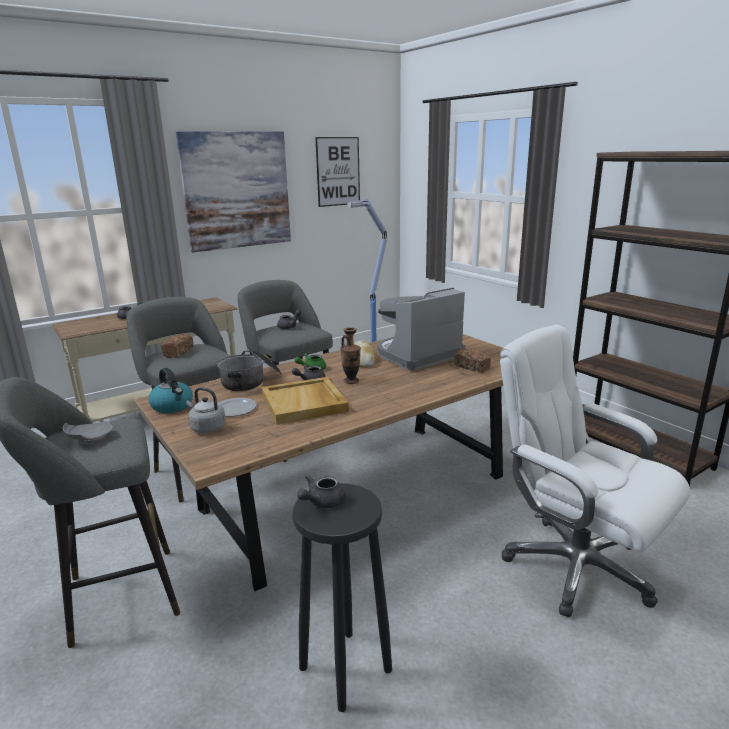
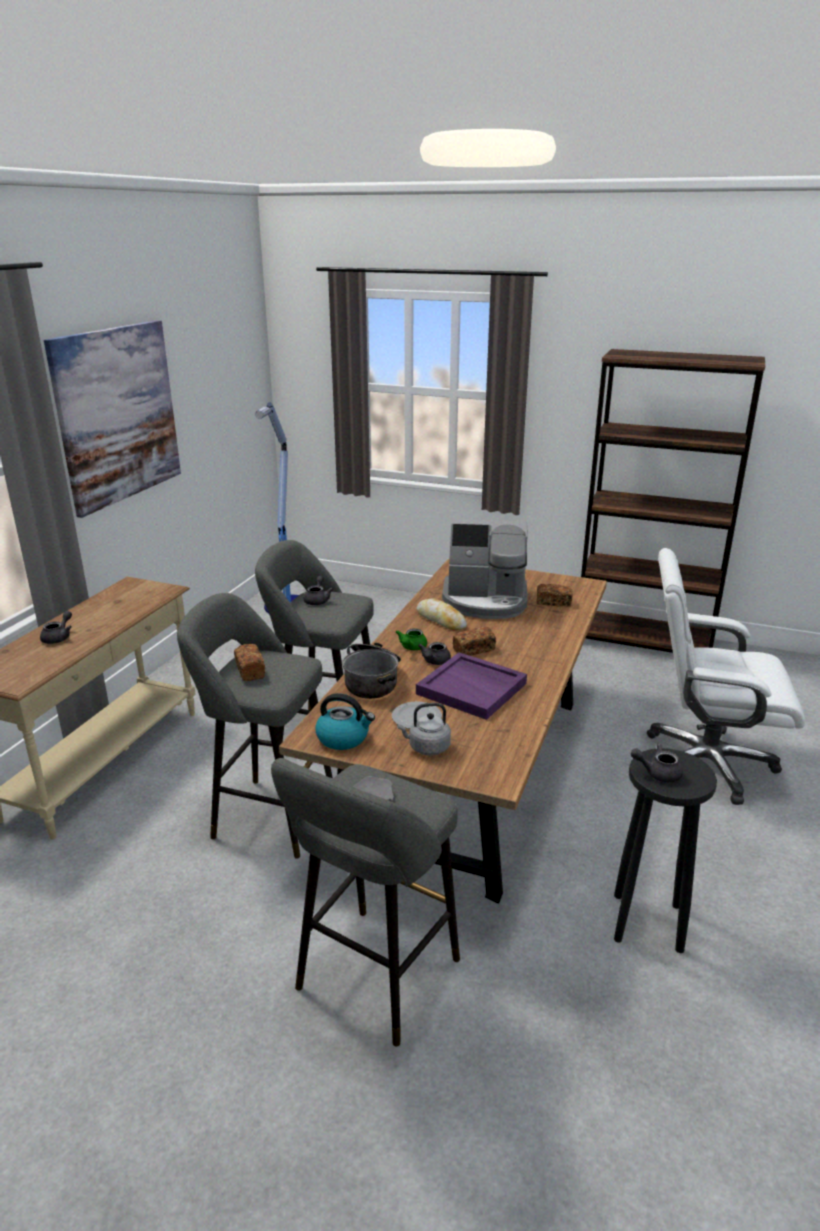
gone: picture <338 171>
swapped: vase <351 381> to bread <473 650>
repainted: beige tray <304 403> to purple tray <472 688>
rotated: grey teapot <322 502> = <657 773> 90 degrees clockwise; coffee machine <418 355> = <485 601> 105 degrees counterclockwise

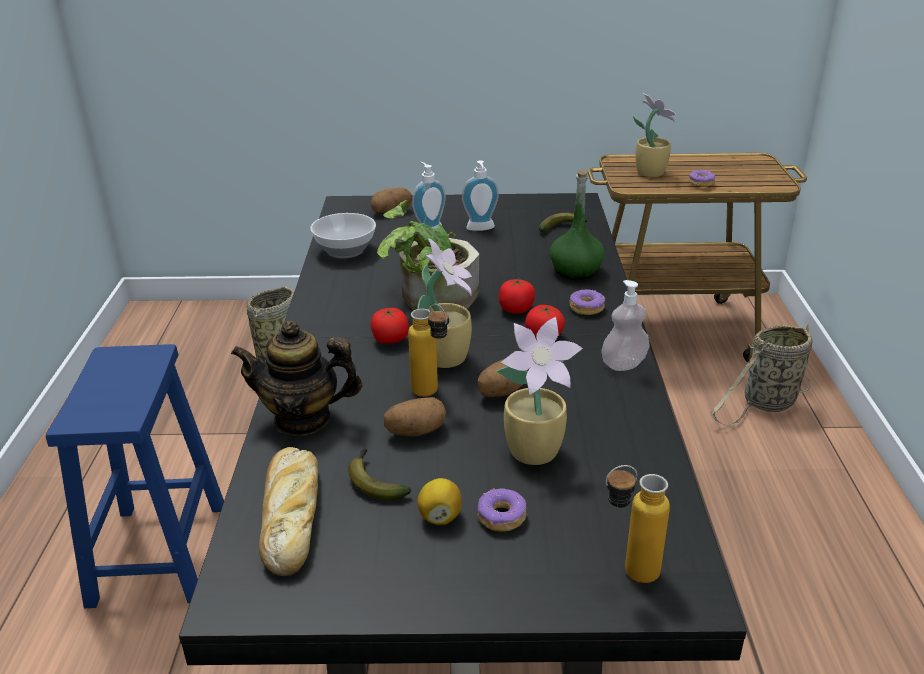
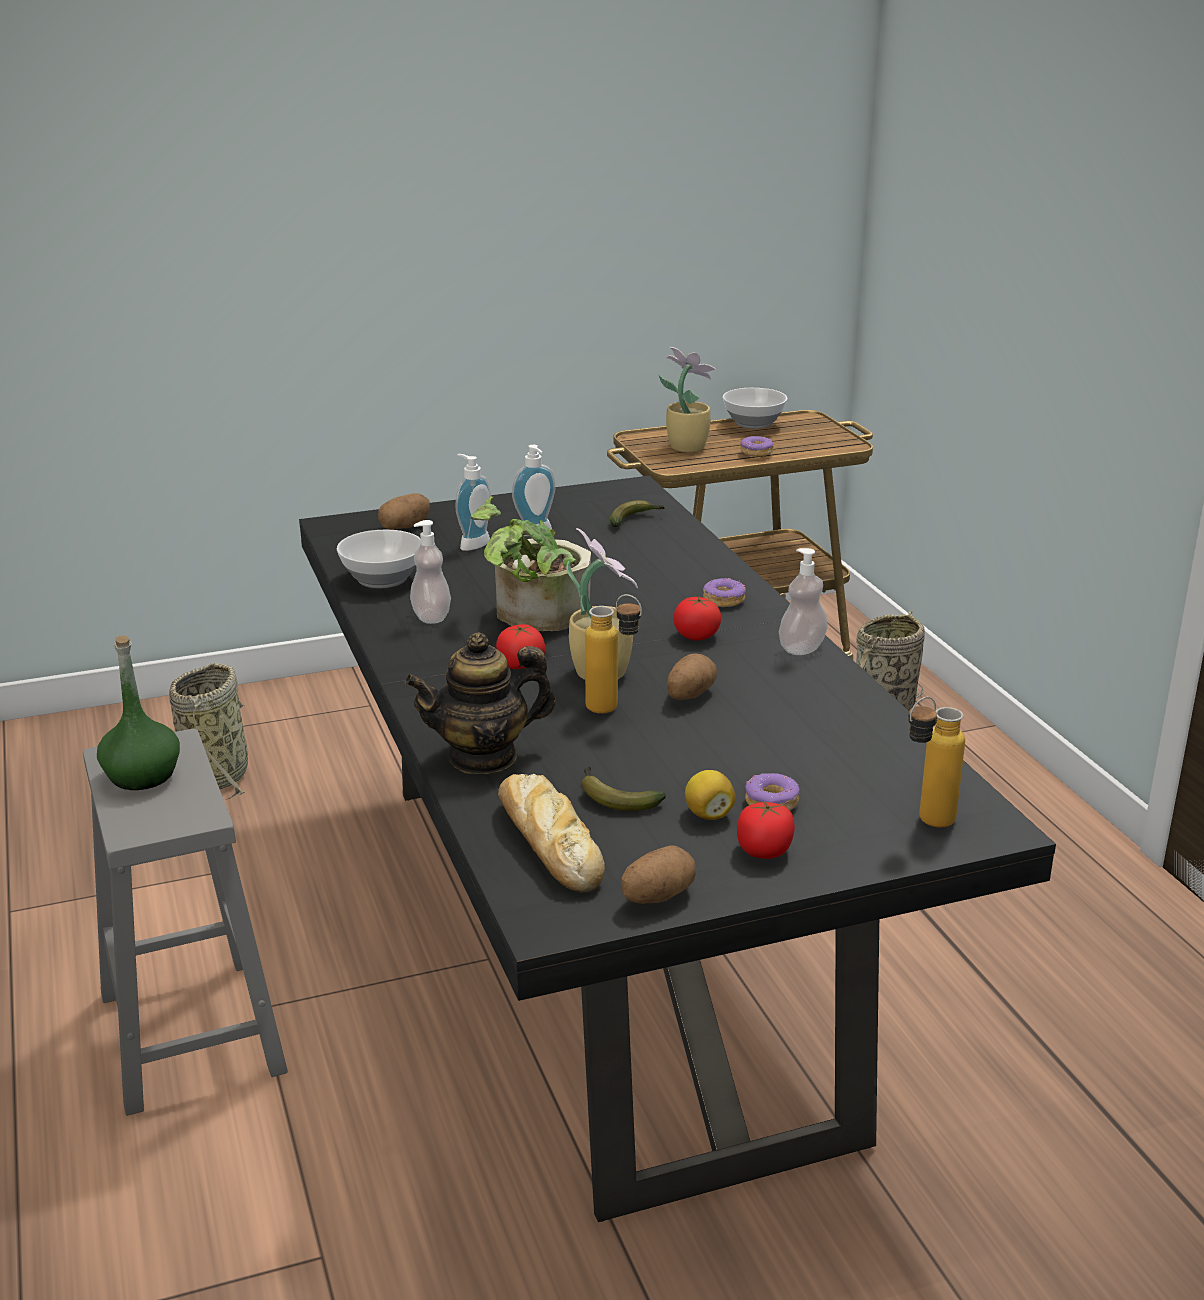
gone: potted plant <536 452>
new: soap dispenser <431 617>; bowl <753 423>
shifted: potato <416 431> to <657 896>; tomato <516 309> to <764 851>; green bottle <576 270> to <142 775>
repainted: blue stool <159 551> to grey stool <190 1030>

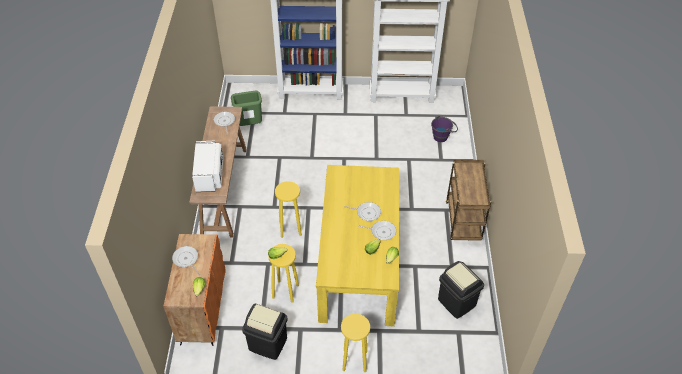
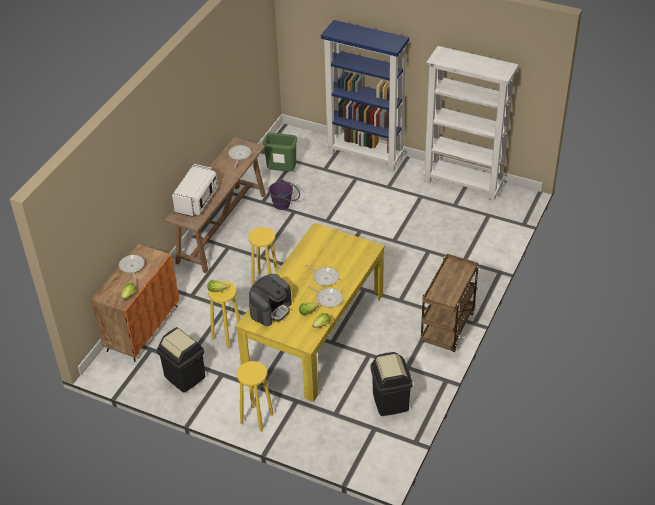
new: coffee machine <270 309>
shifted: purple bucket <443 136> to <285 204>

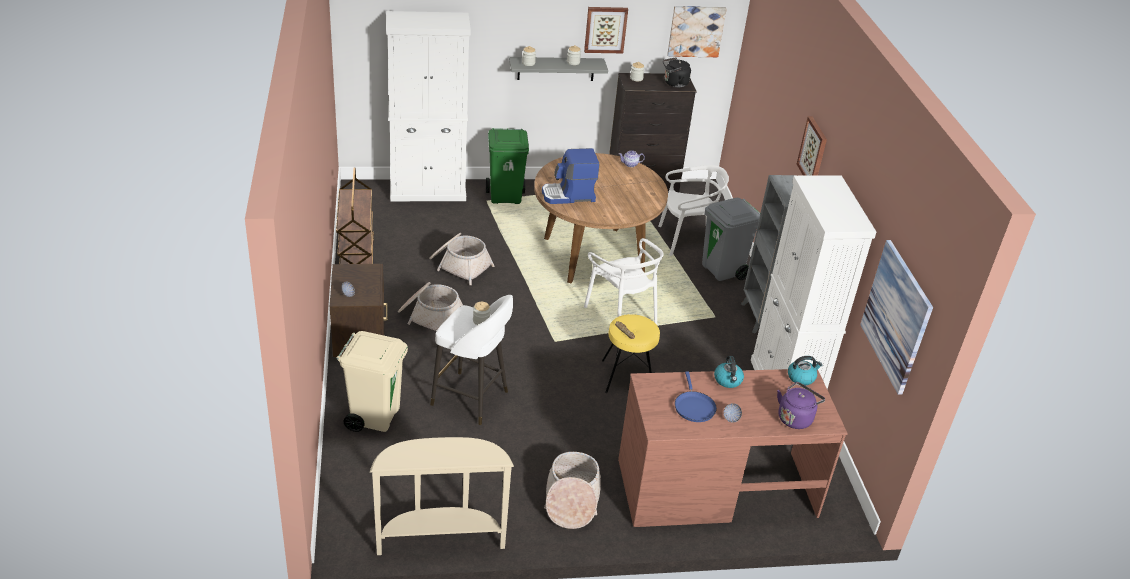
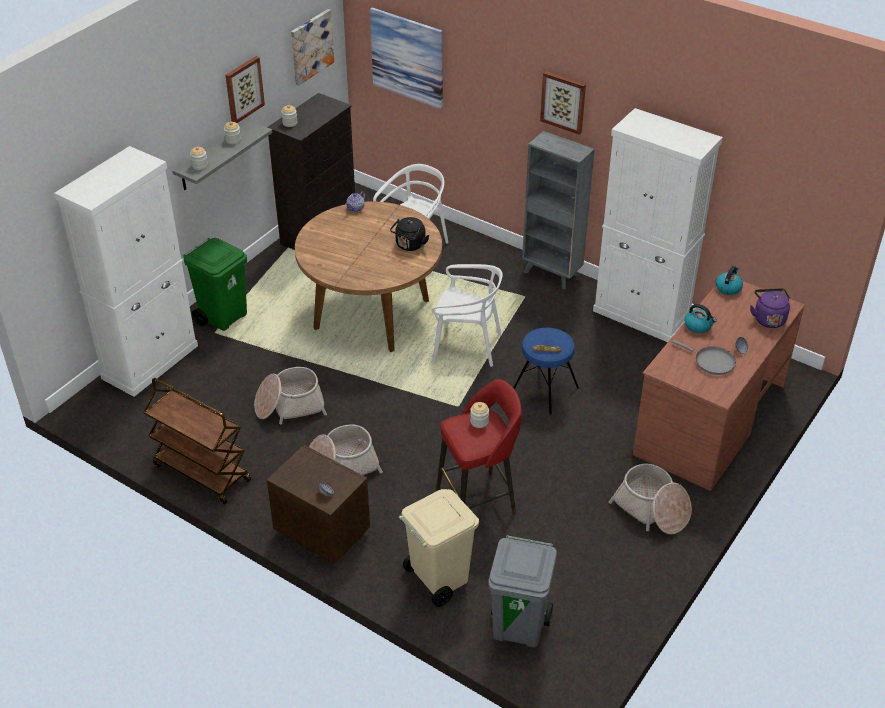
gone: beige console table <440 538>; coffee machine <569 195>
shifted: black kettle <674 83> to <409 245>; grey trash can <723 271> to <519 627>; picture <896 316> to <407 57>
repainted: white stool <471 399> to red stool <478 501>; yellow stool <627 377> to blue stool <544 390>; blue frying pan <694 406> to grey frying pan <711 362>

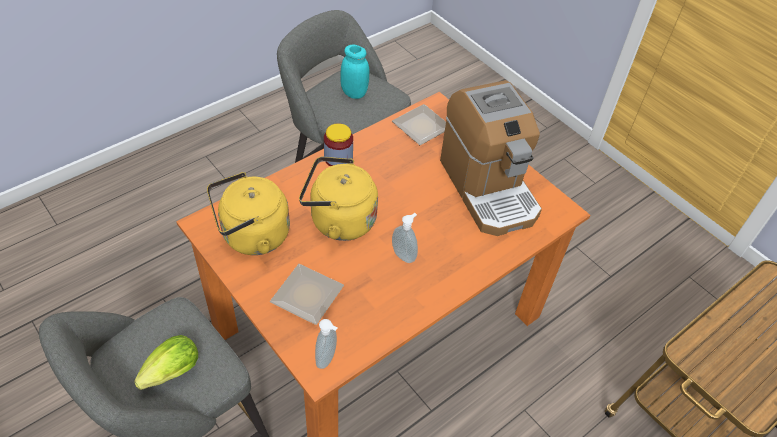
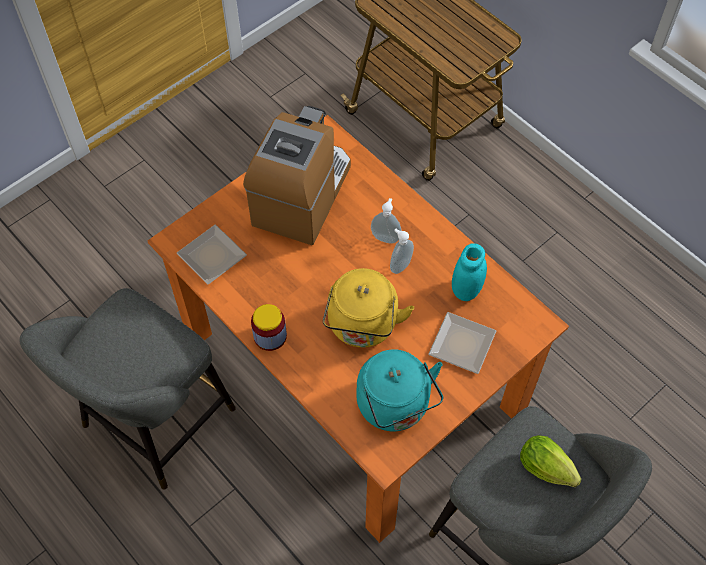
shifted: soap dispenser <328 359> to <386 237>; turquoise jar <354 93> to <466 290>
repainted: yellow kettle <252 236> to turquoise kettle <396 407>
rotated: coffee machine <488 188> = <302 194> 45 degrees counterclockwise

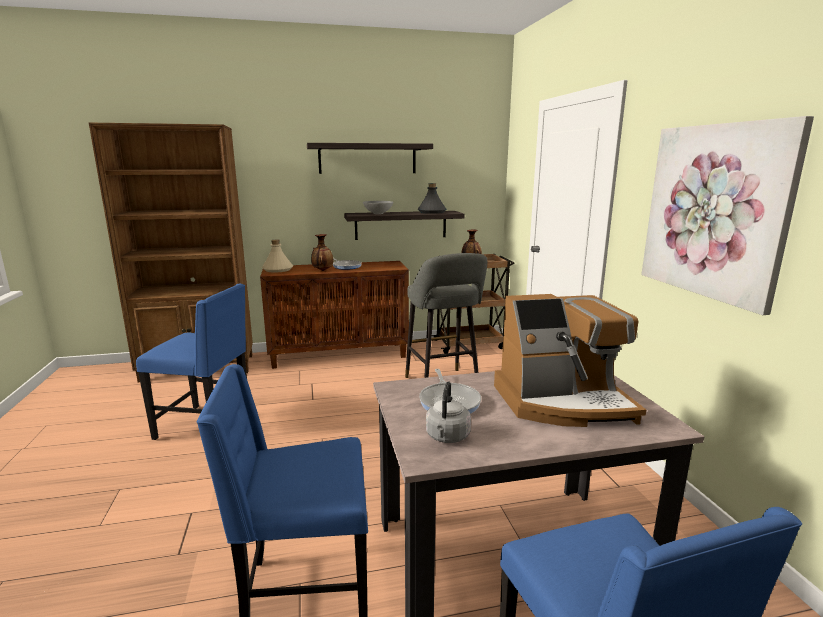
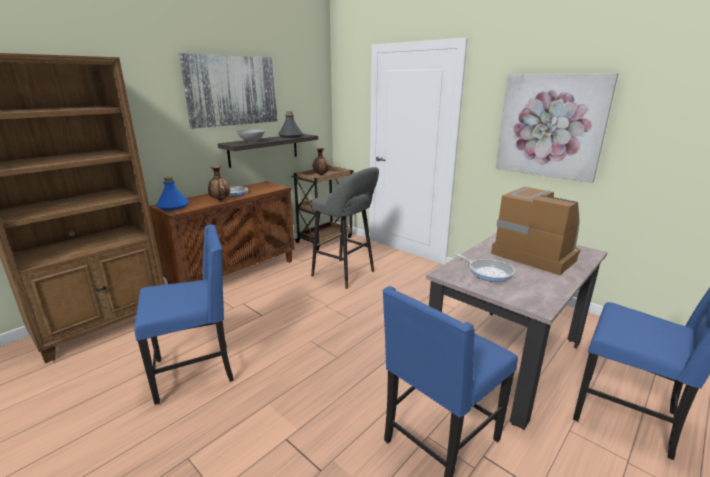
gone: grey kettle <447 437>
swapped: shelf <367 158> to picture <232 91>
repainted: beige bottle <278 269> to blue bottle <173 206>
rotated: coffee machine <563 402> = <534 254> 90 degrees counterclockwise

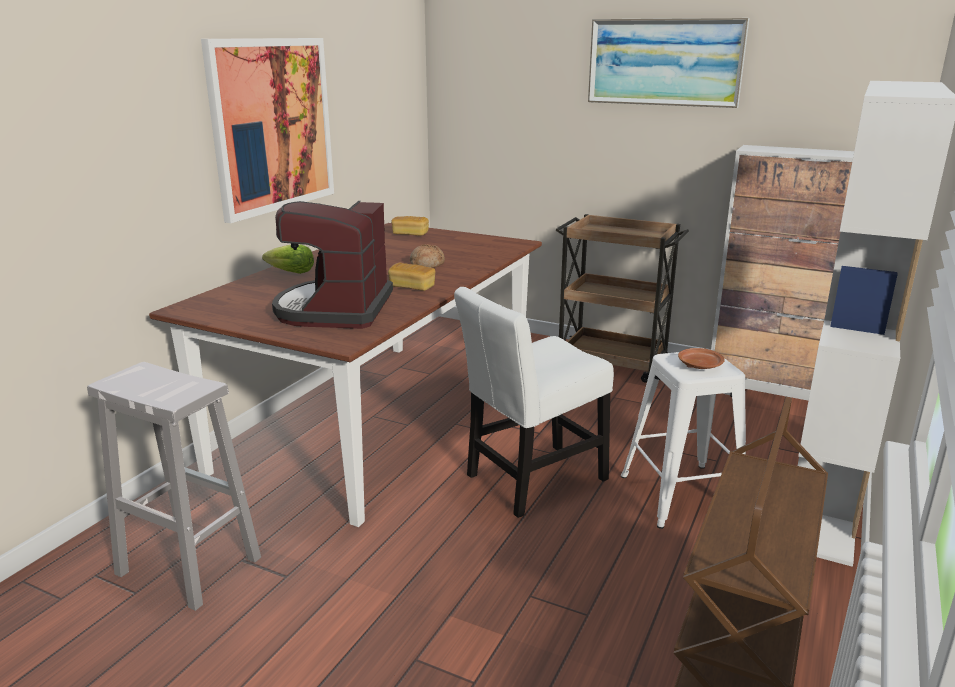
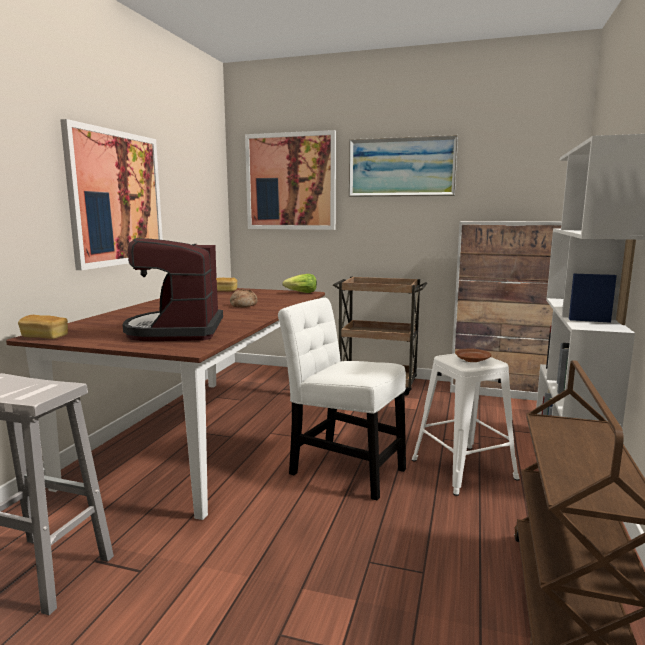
new: picture <290 182>
shifted: lettuce <290 272> to <301 293>; bread <412 287> to <45 337>
rotated: white chair <531 480> = <342 469> 75 degrees clockwise

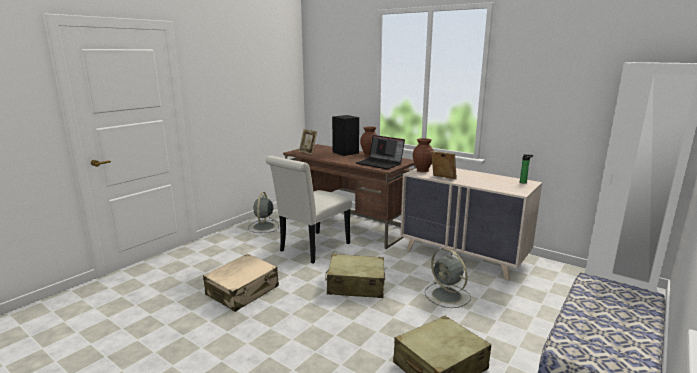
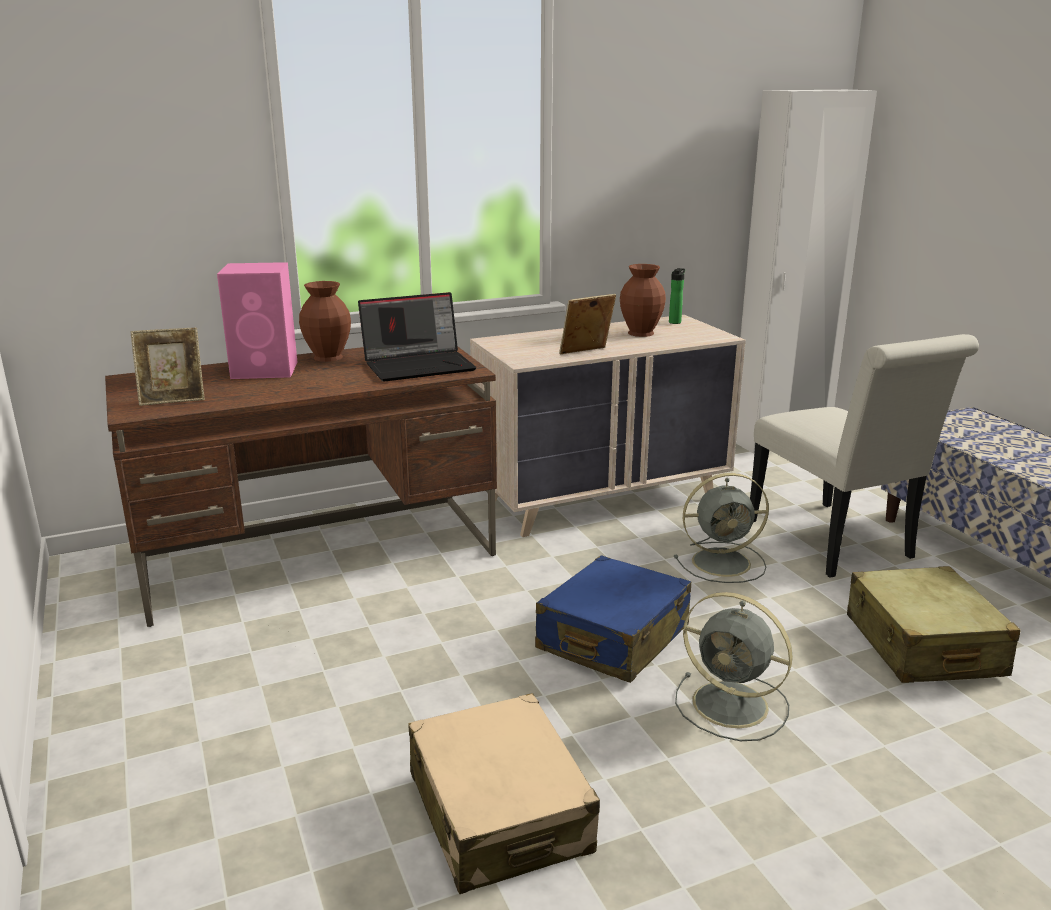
shifted: grey fan <263 227> to <733 706>; white chair <312 249> to <836 544>; brown vase <422 170> to <640 333>
repainted: beige suitcase <355 285> to blue suitcase <612 638>; black speaker <346 153> to pink speaker <266 370>

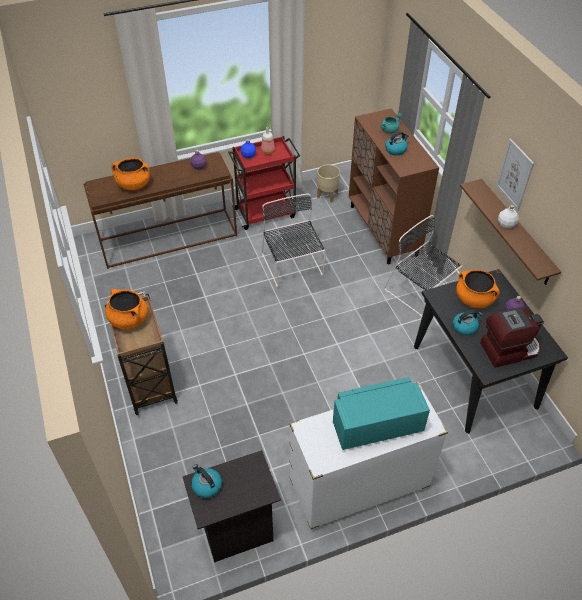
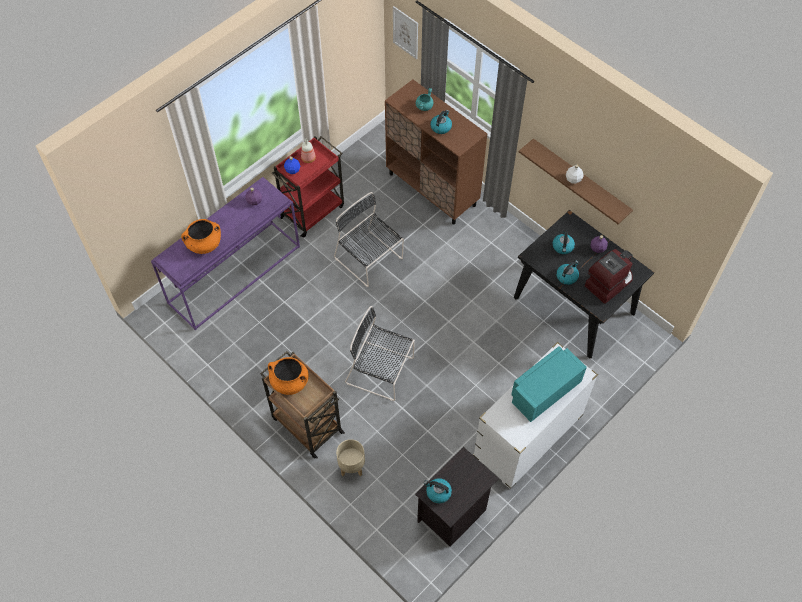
shifted: beige planter <327 195> to <351 466>; black chair <421 292> to <382 371>; picture <514 174> to <405 32>
swapped: orange cooking pot <474 299> to kettle <563 247>
repainted: brown console table <169 237> to purple console table <234 273>

